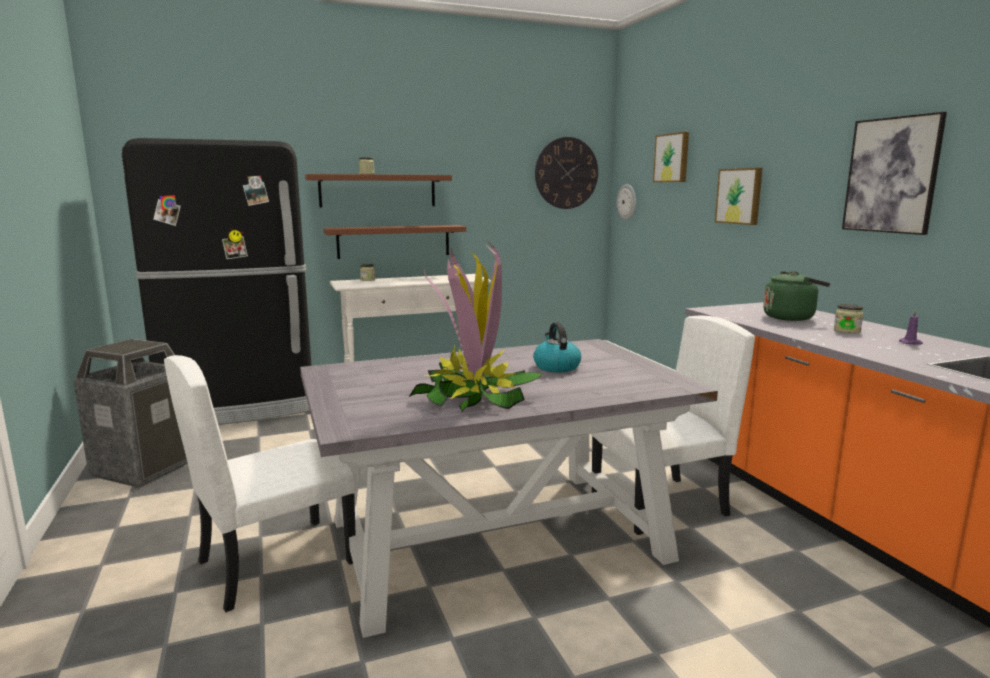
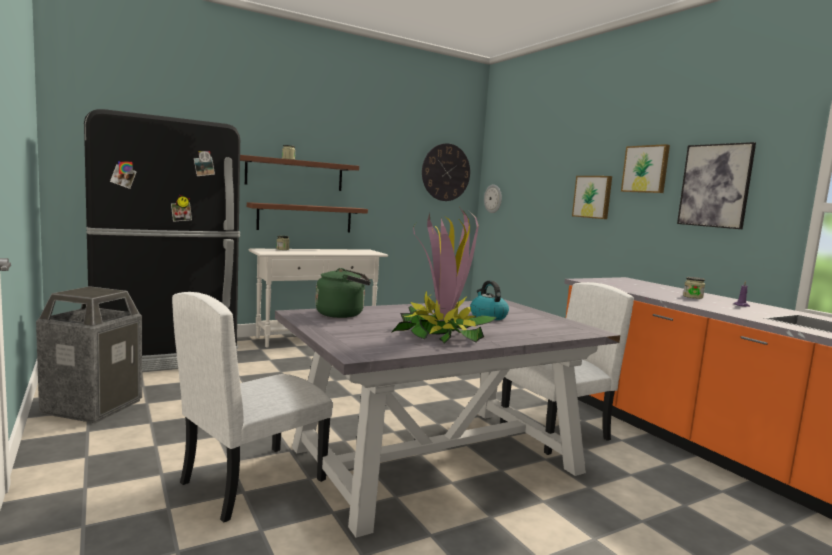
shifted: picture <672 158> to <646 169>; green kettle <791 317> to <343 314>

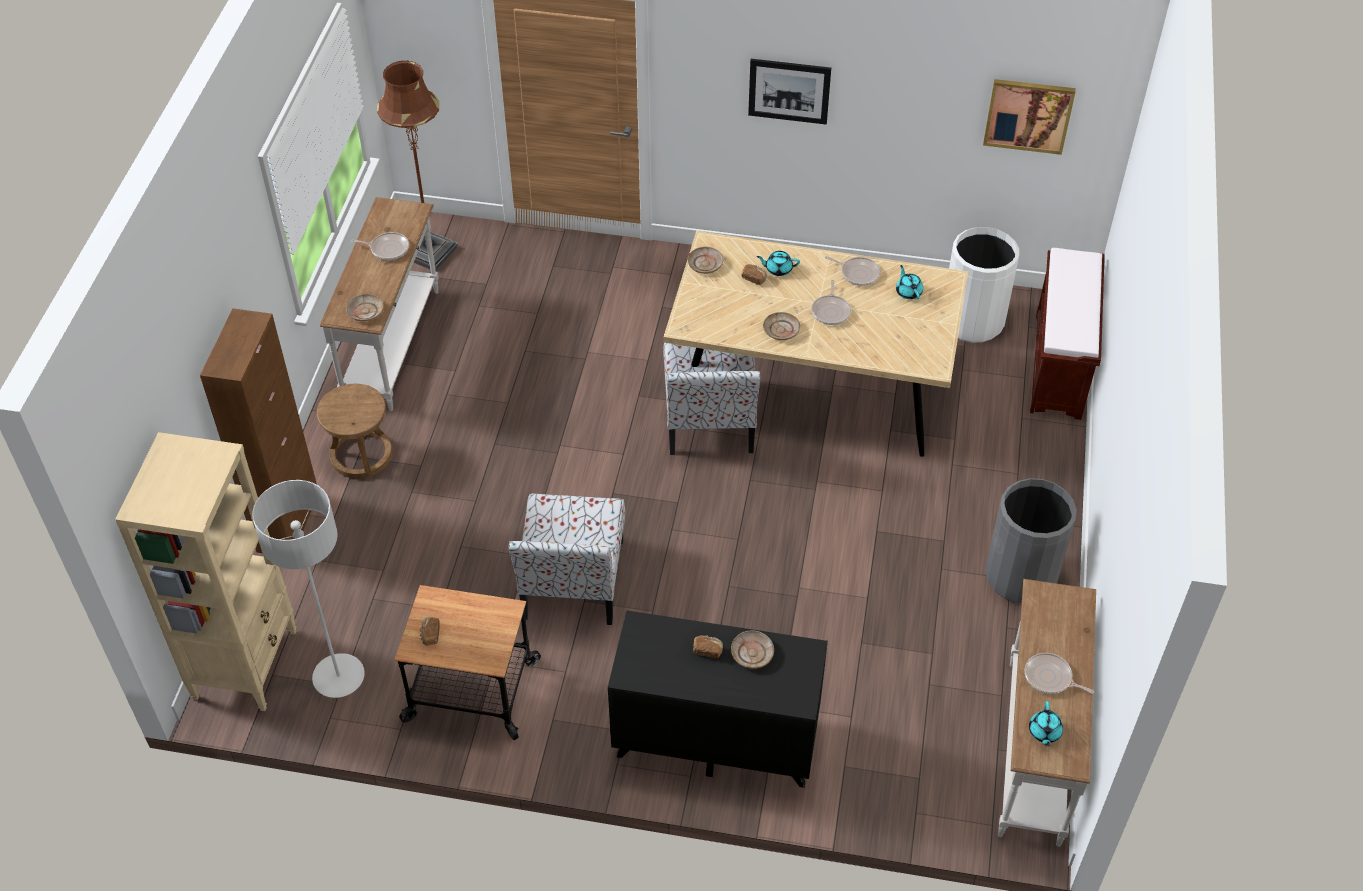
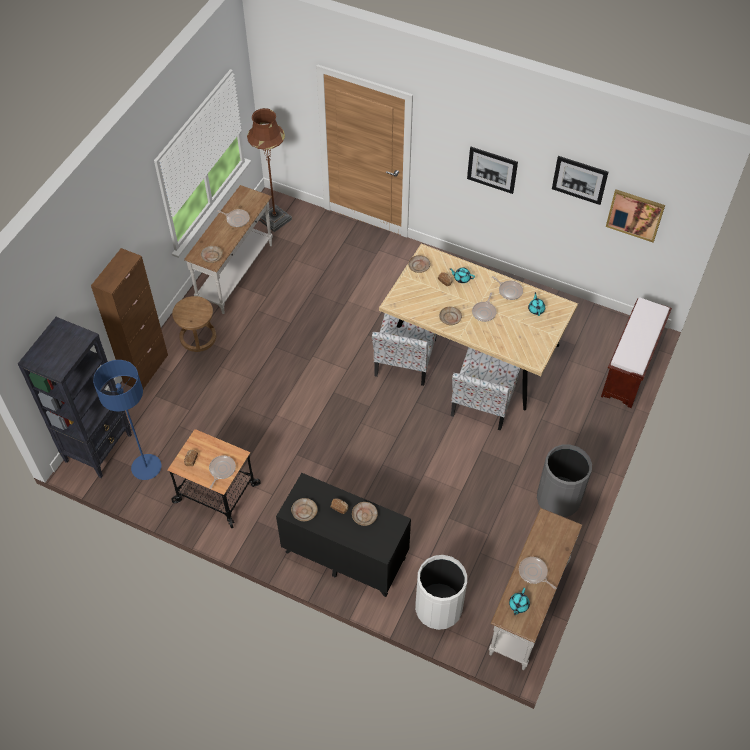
new: frying pan <221 470>; beige plate <304 511>; picture <579 180>
shifted: chair <572 581> to <483 400>; white trash can <972 321> to <438 608>
repainted: beige bookcase <246 663> to black bookcase <99 447>; grey floor lamp <339 677> to blue floor lamp <146 467>

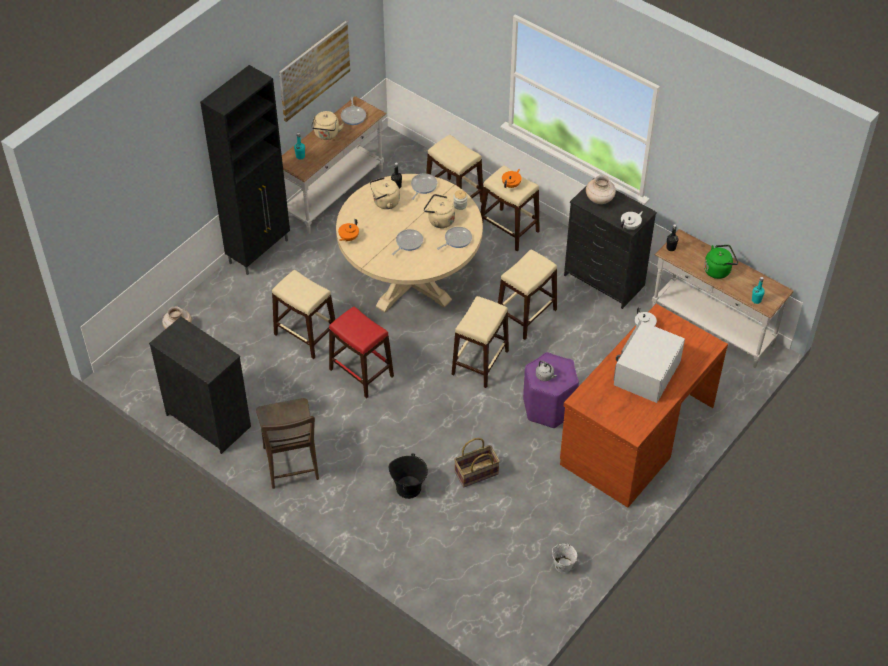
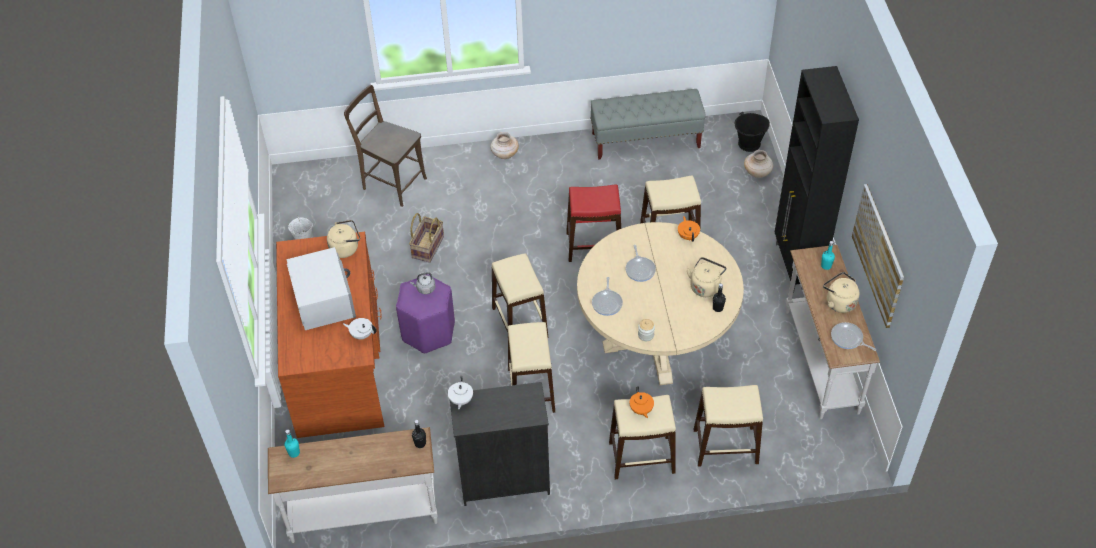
gone: frying pan <423 186>; green kettle <718 270>
shifted: brown chair <291 466> to <391 182>; black bucket <409 487> to <749 144>; beige kettle <439 220> to <346 248>; beige vase <599 199> to <504 154>
swapped: black dresser <209 420> to grey bench <646 140>

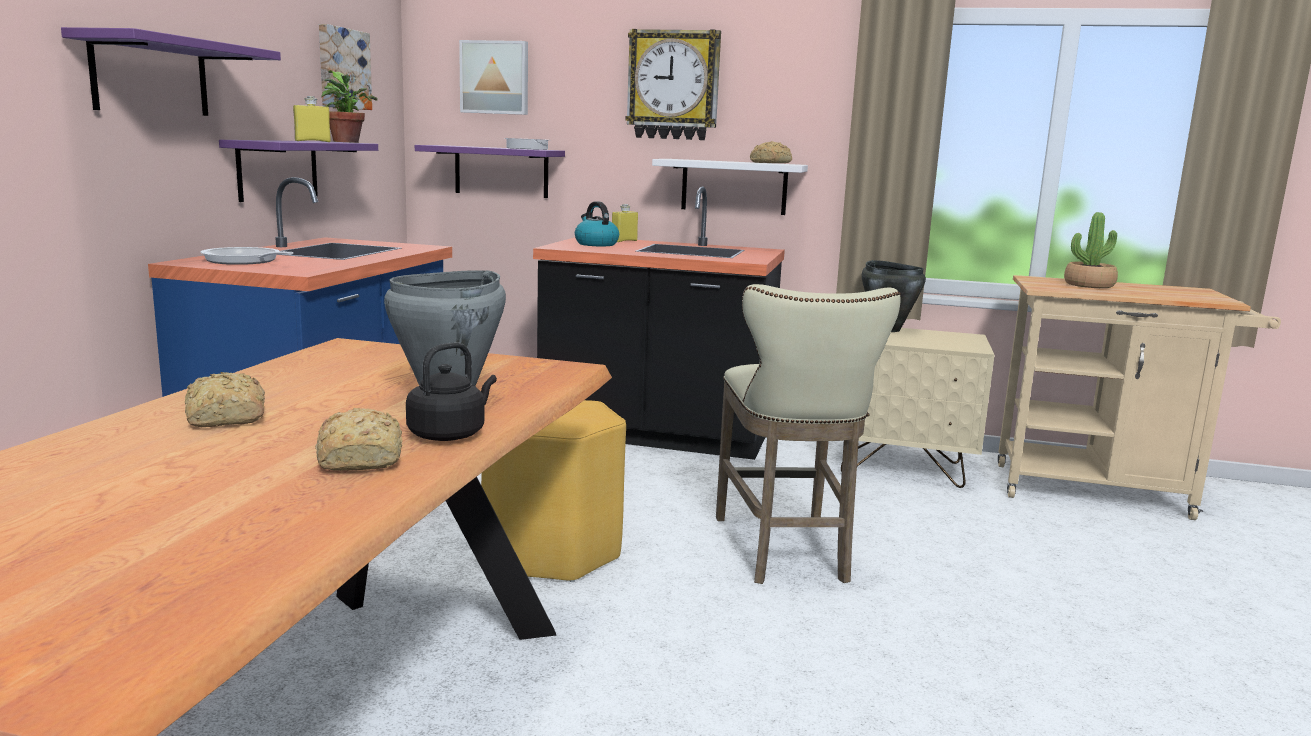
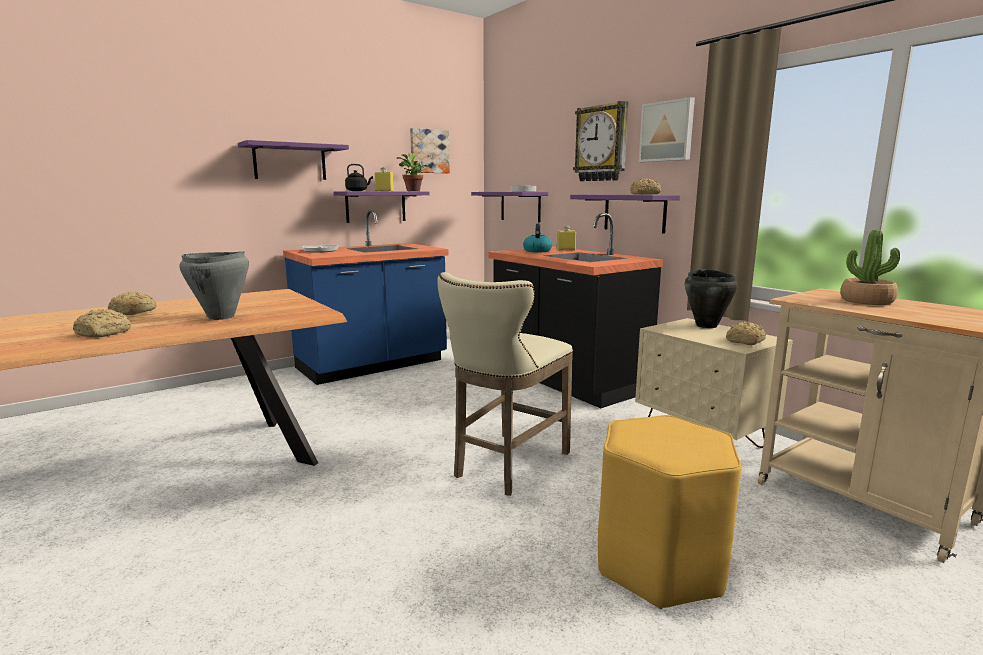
new: bread <744 341>
shifted: black kettle <450 434> to <358 191>; picture <495 77> to <667 131>; yellow stool <552 552> to <660 564>
repainted: white shelf <734 187> to purple shelf <634 213>

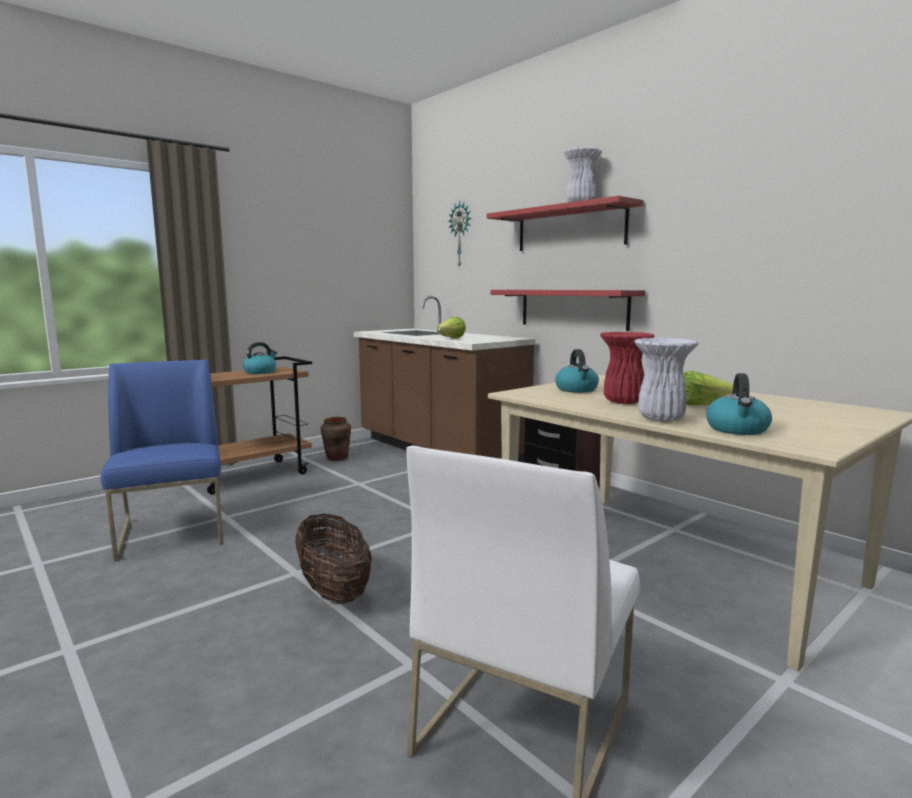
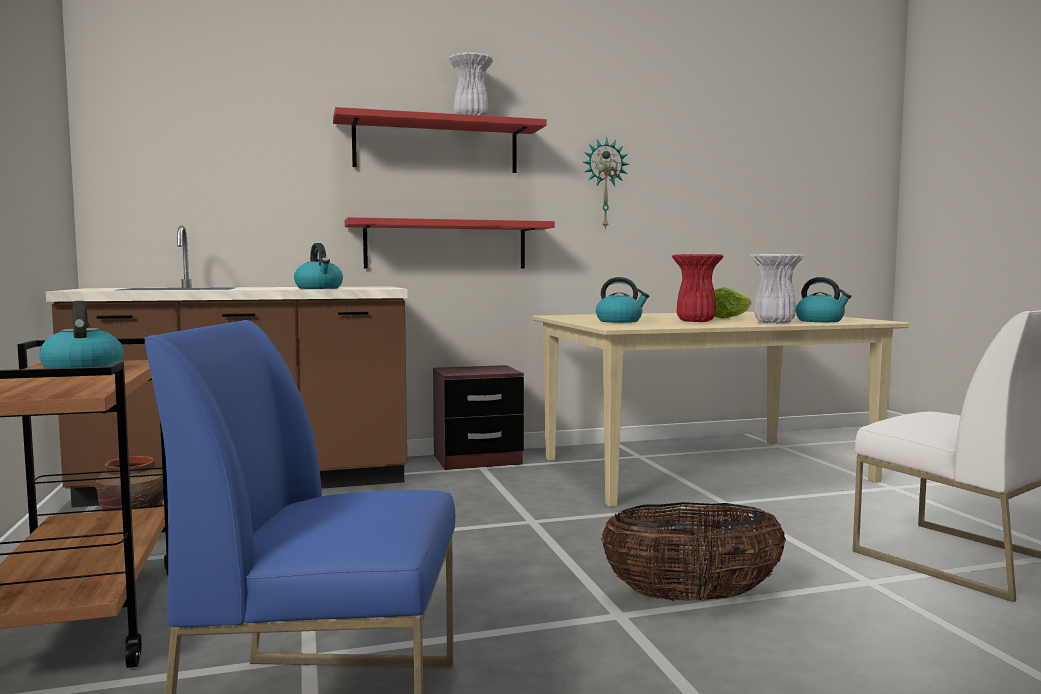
shifted: wall clock <461 234> to <604 184>
swapped: lettuce <451 338> to kettle <319 288>

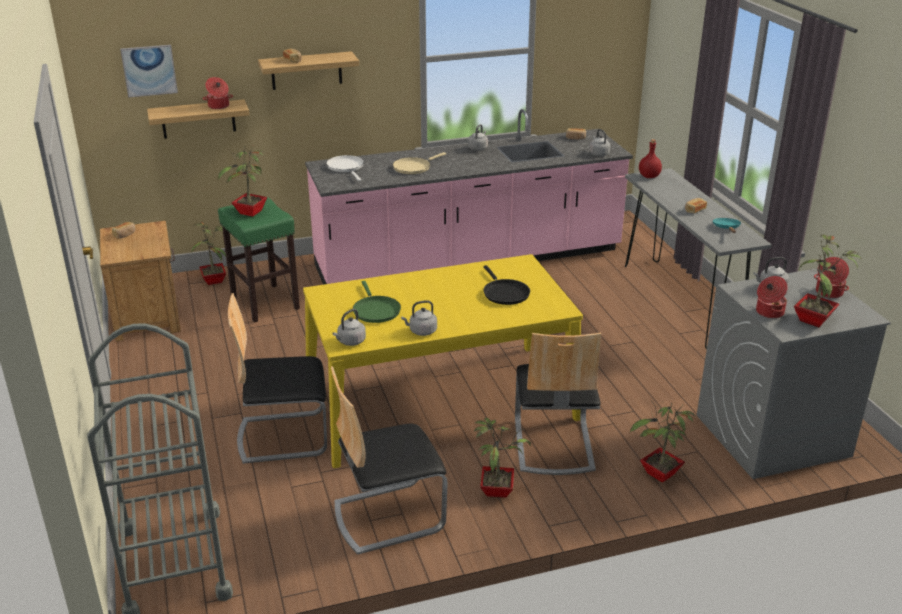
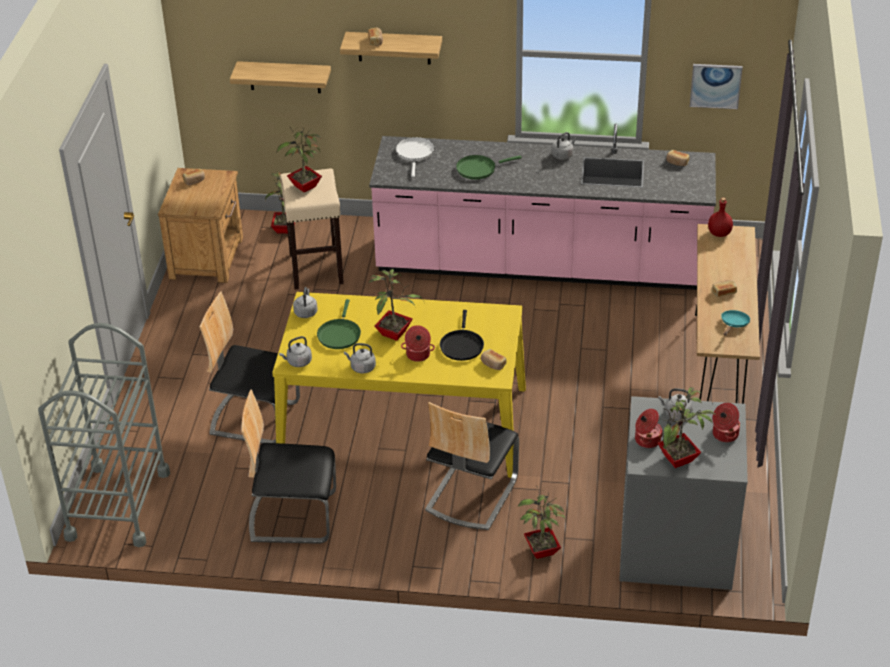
new: bread <493 364>
shifted: picture <149 70> to <715 85>; cooking pot <218 106> to <418 355>; potted plant <497 489> to <395 333>; grey kettle <598 153> to <306 312>
repainted: green stool <264 302> to beige stool <316 268>; beige frying pan <414 167> to green frying pan <479 169>; grey console table <680 302> to brown console table <716 375>

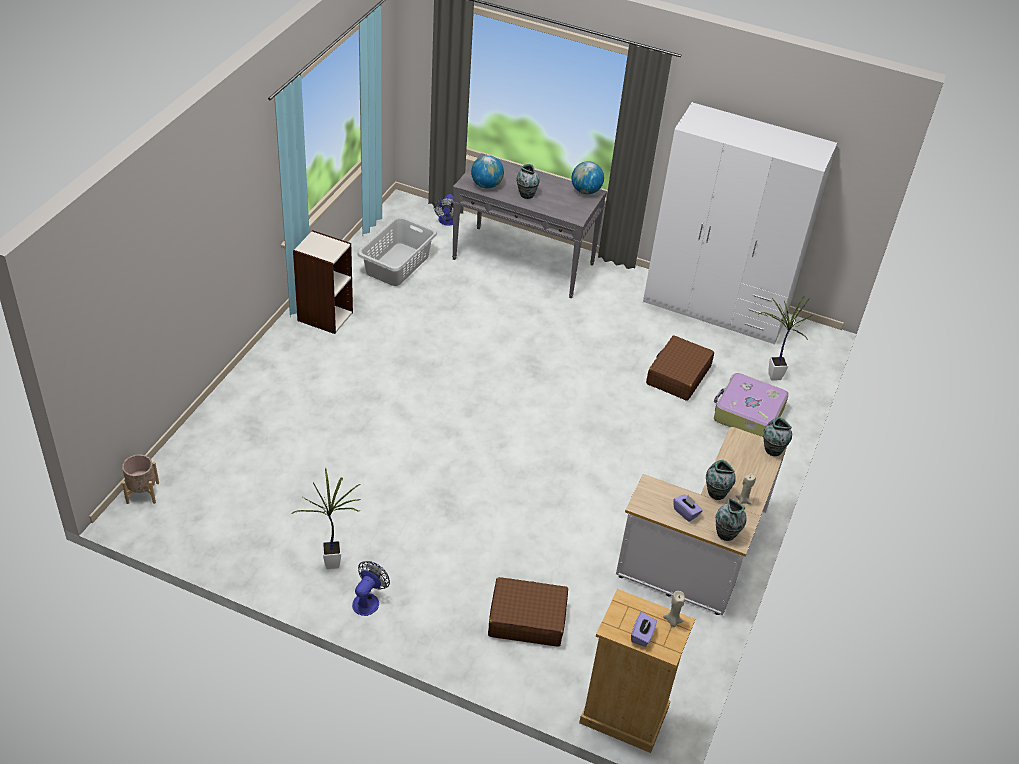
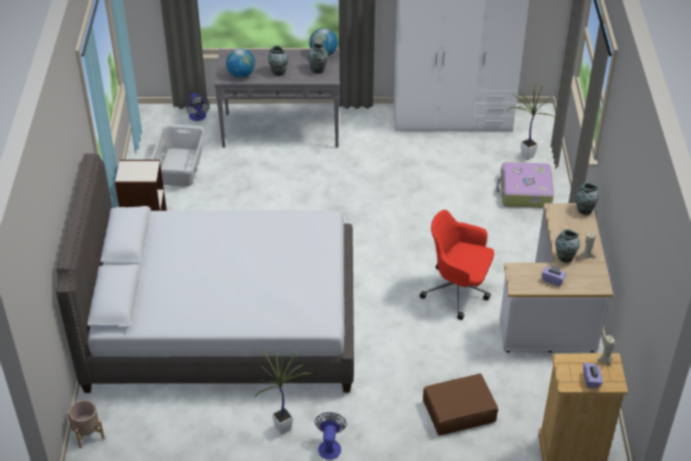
gone: brown suitcase <678 375>
new: grey bed <223 324>; red office chair <458 291>
shifted: vase <726 534> to <318 70>

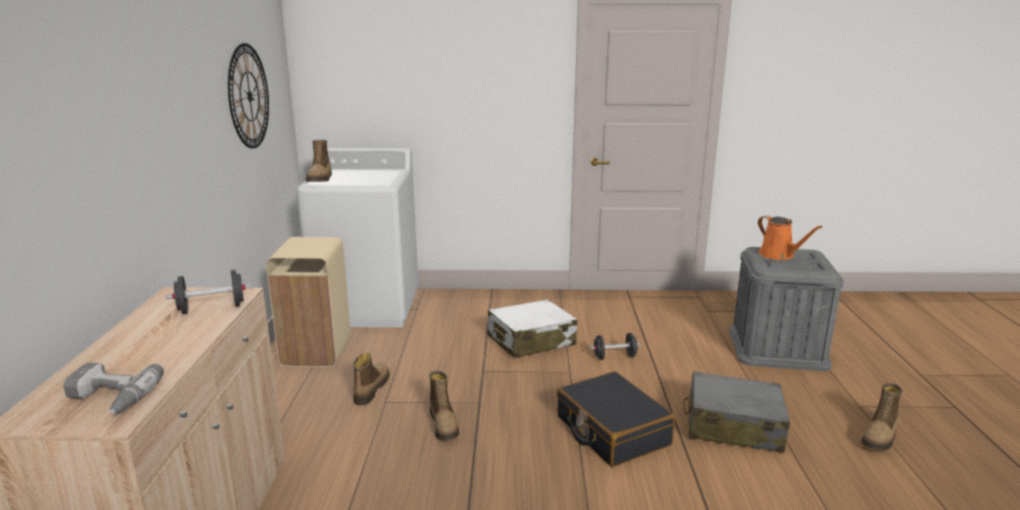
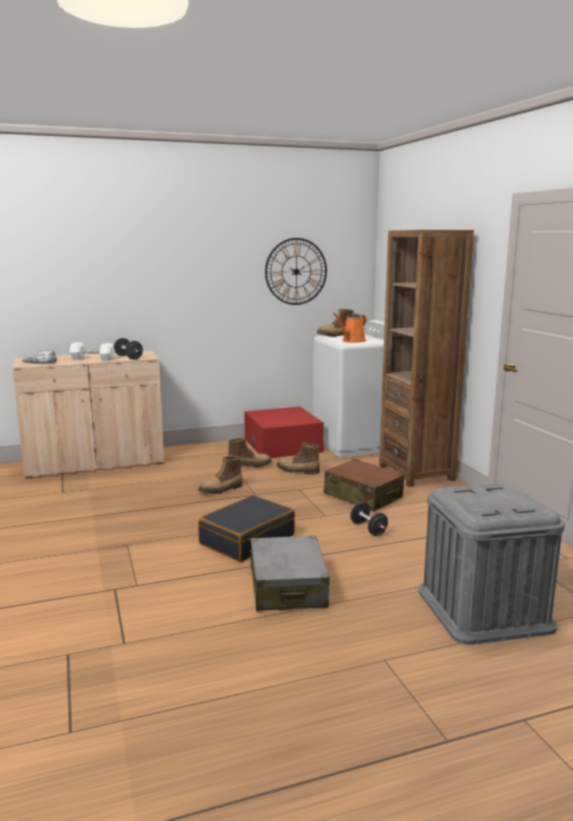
new: white dumbbell <92 359>; brown bookcase <416 473>
shifted: orange watering can <778 255> to <352 341>; boot <880 437> to <297 471>
swapped: beige trash can <317 351> to red storage box <282 445>
repainted: white suitcase <530 341> to brown suitcase <363 496>

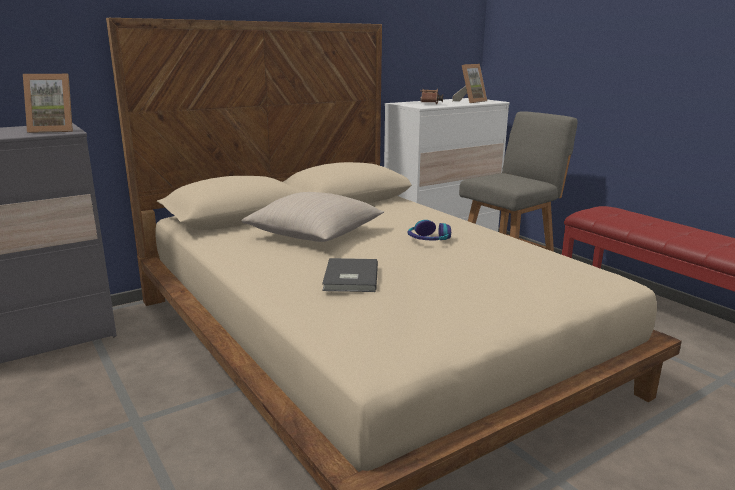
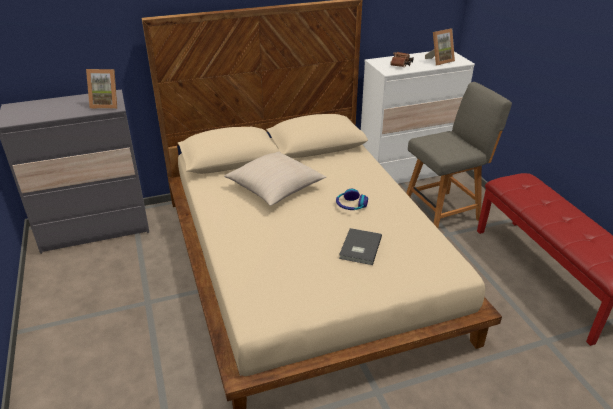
shifted: grey book <349 278> to <359 248>

